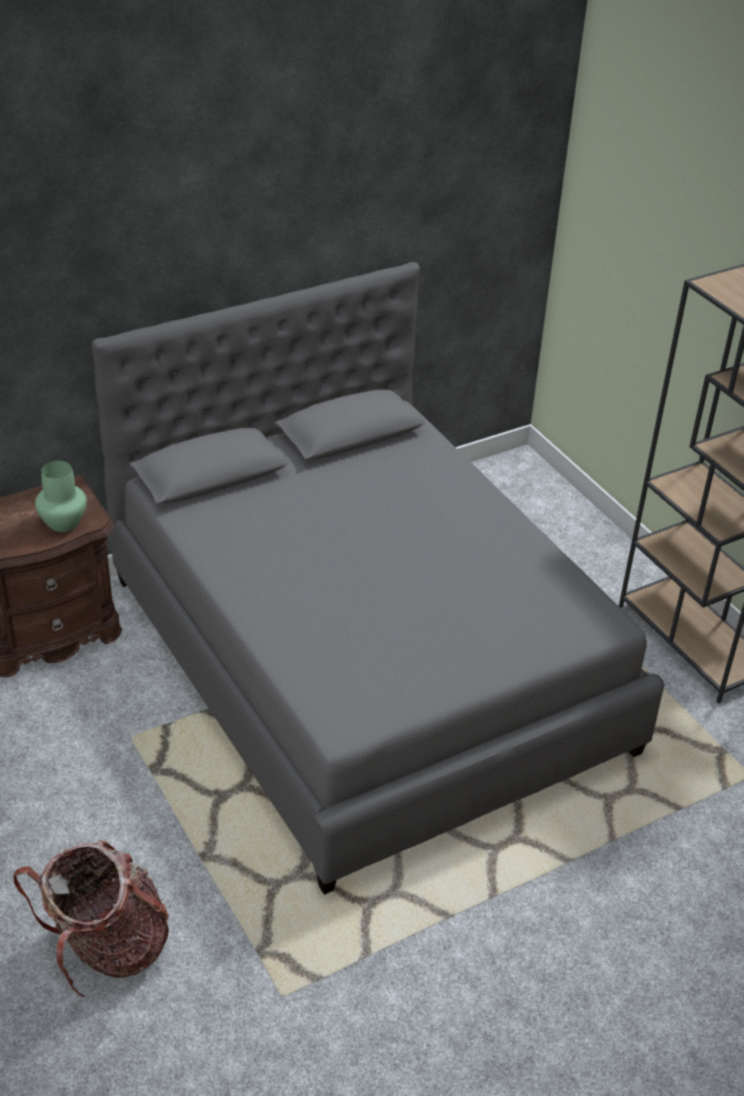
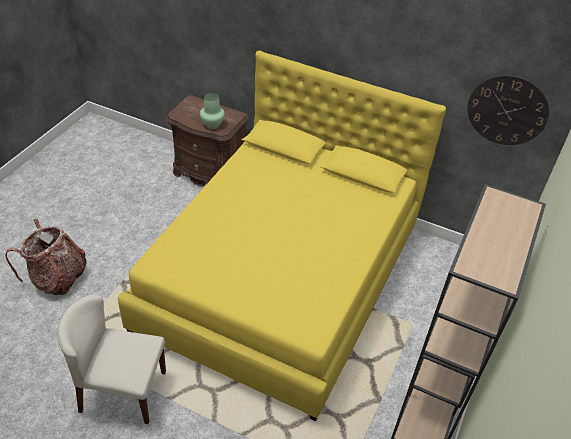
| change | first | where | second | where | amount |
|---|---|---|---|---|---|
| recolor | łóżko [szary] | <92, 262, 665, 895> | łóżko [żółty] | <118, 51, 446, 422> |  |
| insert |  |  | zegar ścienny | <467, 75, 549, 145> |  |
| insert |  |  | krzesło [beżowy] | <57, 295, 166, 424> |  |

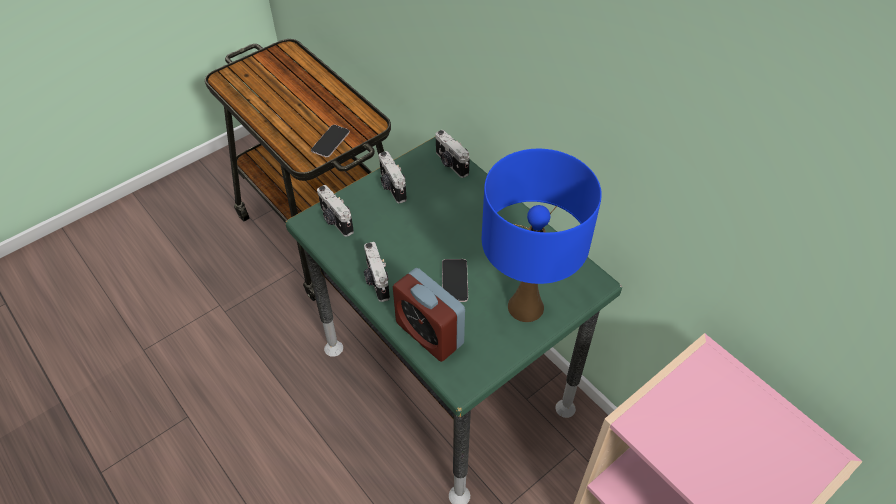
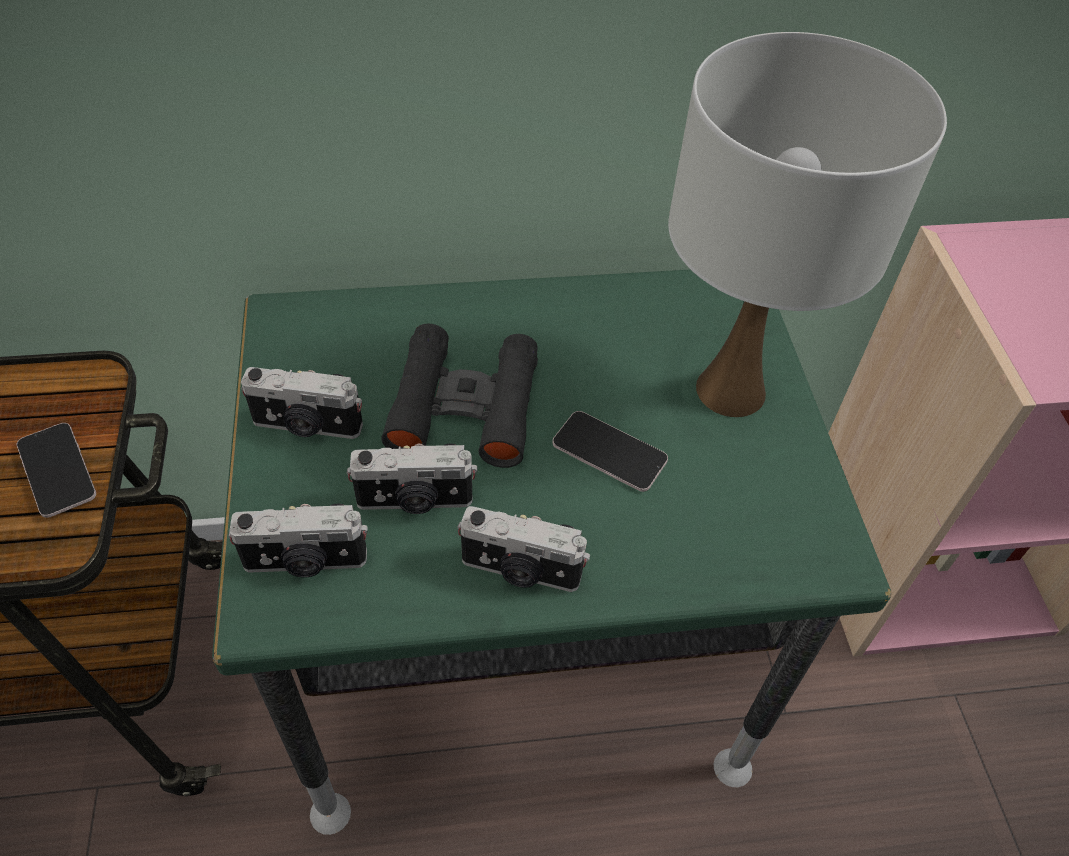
| change | first | where | second | where | amount |
|---|---|---|---|---|---|
| move | aparat fotograficzny | <436, 130, 470, 178> |  | <347, 444, 477, 514> |  |
| recolor | lampa stołowa [niebieski] | <482, 149, 602, 322> | lampa stołowa [biały] | <668, 32, 947, 417> |  |
| delete | budzik | <393, 268, 465, 362> |  |  |  |
| insert |  |  | lornetka [czarny] | <381, 324, 538, 468> |  |

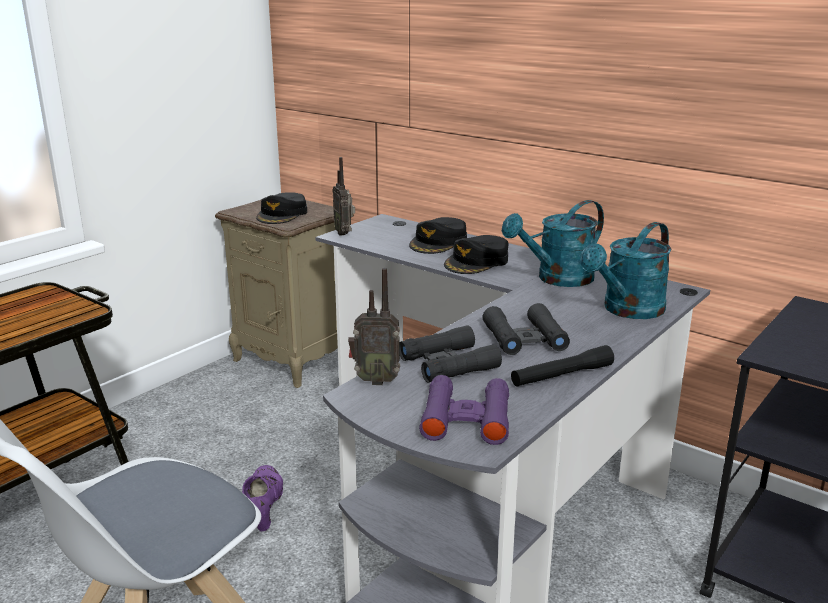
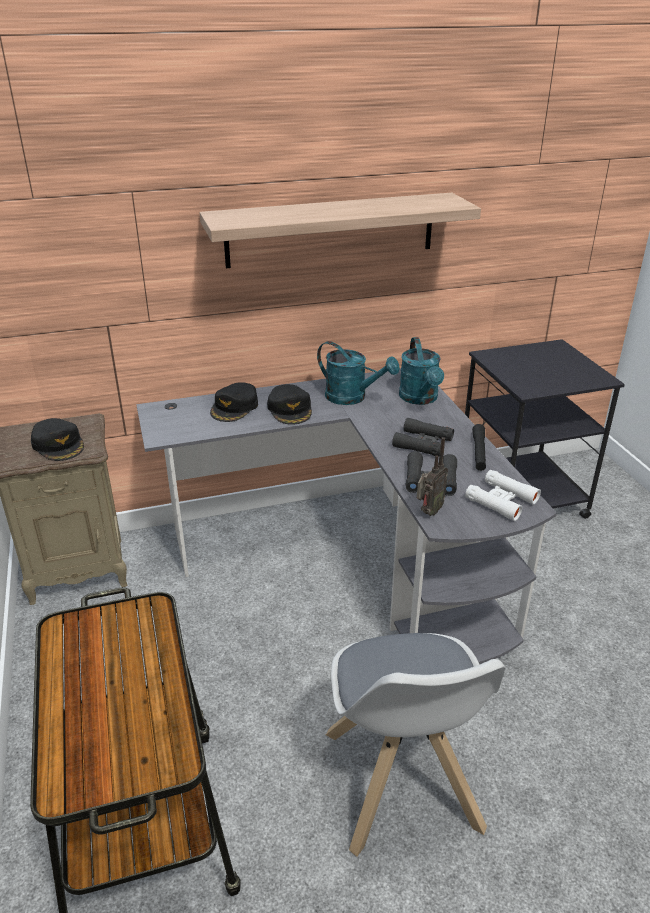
| change | first | where | second | where | amount |
|---|---|---|---|---|---|
| delete | radio | <333, 157, 355, 236> |  |  |  |
| rotate | konewka [turkusowy] | <502, 200, 604, 287> |  | <317, 341, 400, 405> | 60 degrees counterclockwise |
| rotate | czapka z daszkiem [czarny] | <409, 217, 467, 254> |  | <210, 383, 258, 422> | 45 degrees clockwise |
| recolor | lornetka [fioletowy] | <419, 375, 509, 445> | lornetka [biały] | <465, 470, 541, 521> |  |
| delete | but [fioletowy] | <242, 465, 283, 532> |  |  |  |
| insert |  |  | półka | <199, 193, 481, 268> |  |

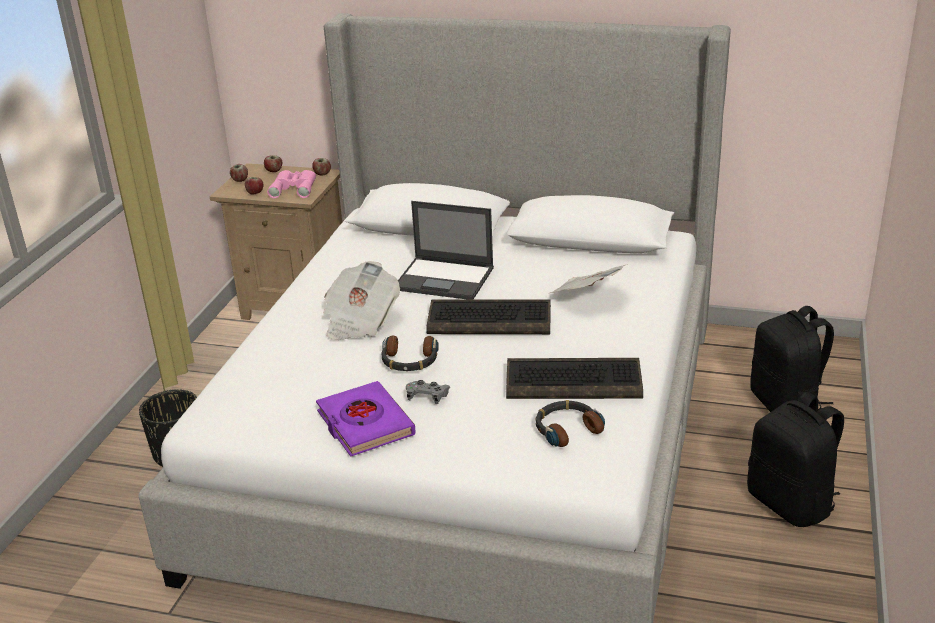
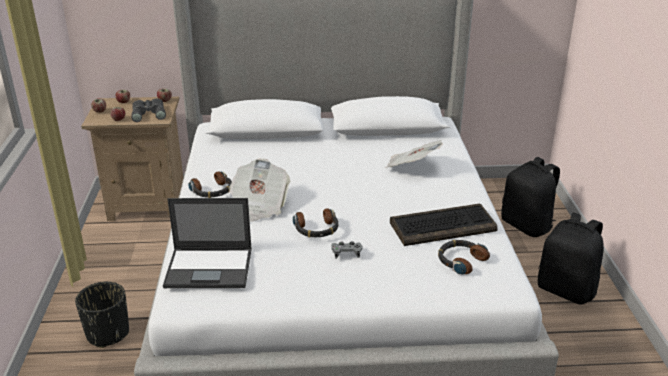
| change | first | where | second | where | amount |
|---|---|---|---|---|---|
| recolor | lornetka [różowy] | <267, 170, 316, 199> | lornetka [szary] | <131, 98, 166, 122> |  |
| move | laptop | <398, 201, 494, 299> |  | <163, 198, 252, 288> |  |
| delete | klawiatura | <426, 299, 551, 334> |  |  |  |
| delete | książka [fioletowy] | <316, 381, 416, 457> |  |  |  |
| insert |  |  | słuchawki | <188, 172, 232, 198> |  |

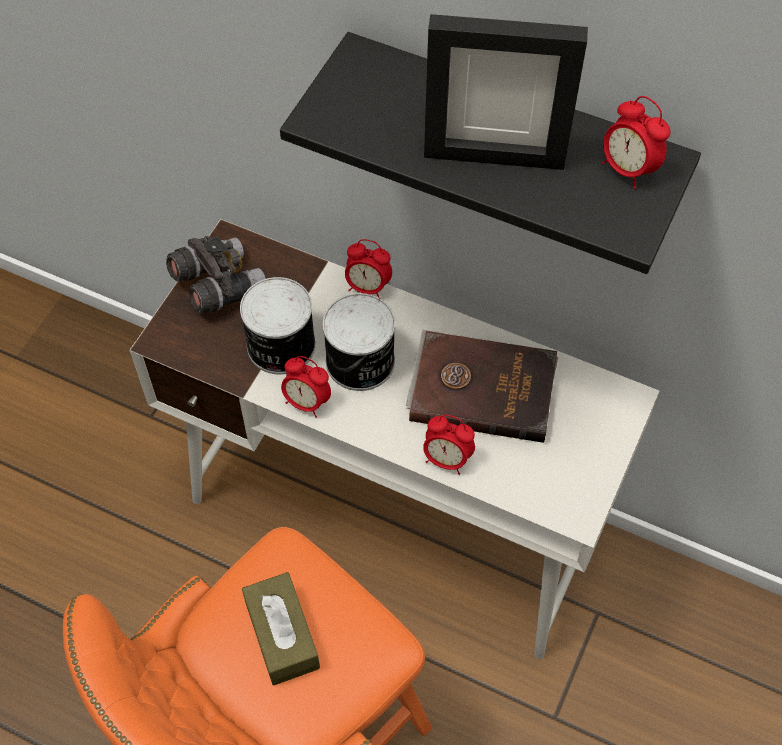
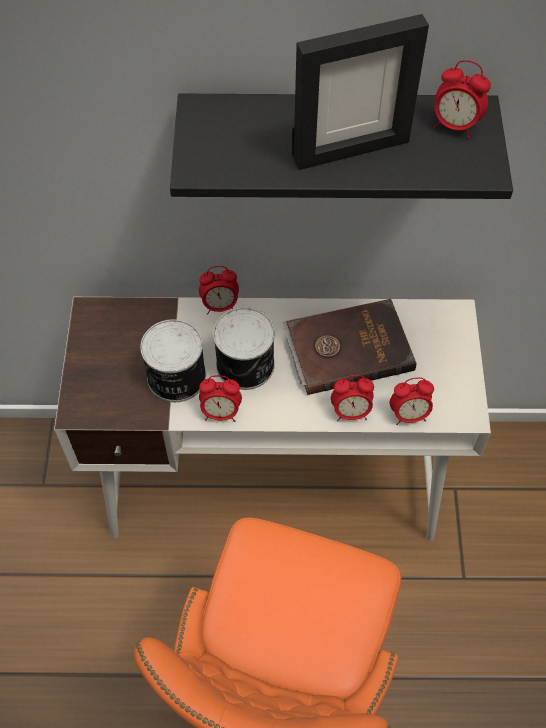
| change | first | where | second | where | amount |
|---|---|---|---|---|---|
| delete | lornetka [szary] | <166, 236, 266, 313> |  |  |  |
| delete | pudełko chusteczek [brązowy] | <242, 572, 320, 685> |  |  |  |
| insert |  |  | budzik | <390, 377, 434, 425> |  |

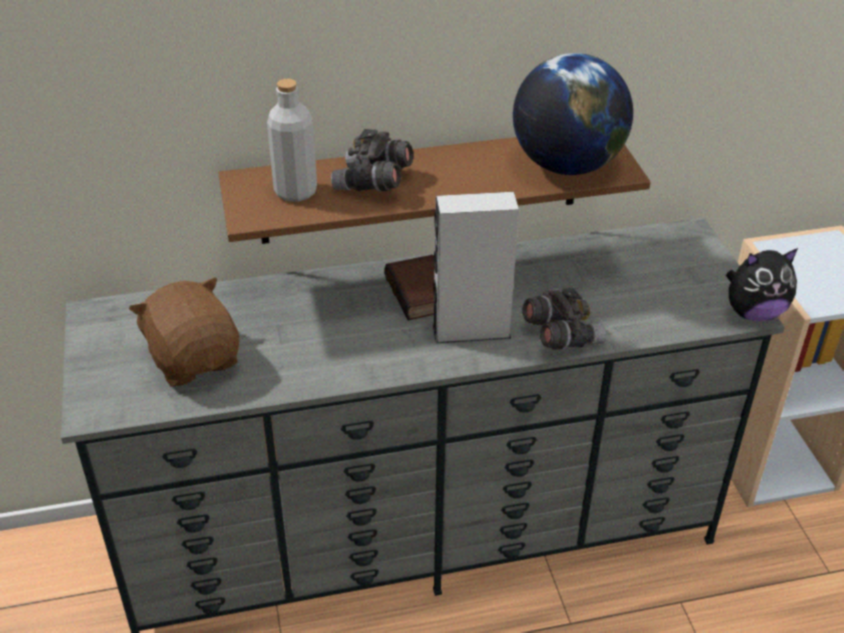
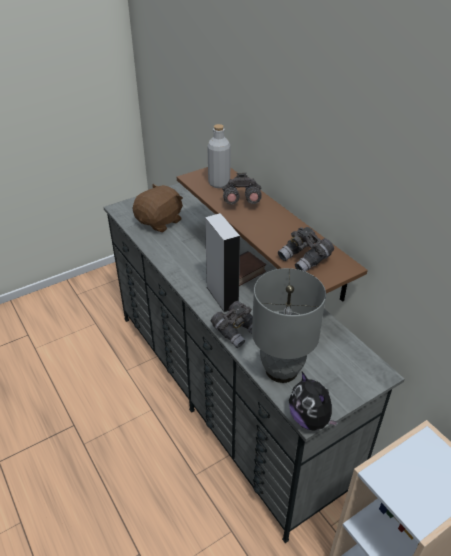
| change | first | where | second | where | amount |
|---|---|---|---|---|---|
| replace | globus | <513, 53, 633, 175> | lornetka [szary] | <278, 227, 334, 272> |  |
| insert |  |  | lampa stołowa [szary] | <252, 268, 326, 383> |  |

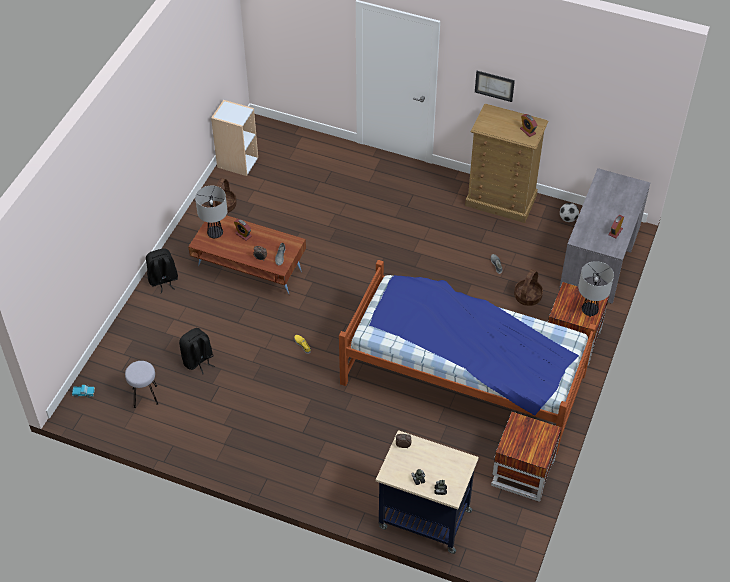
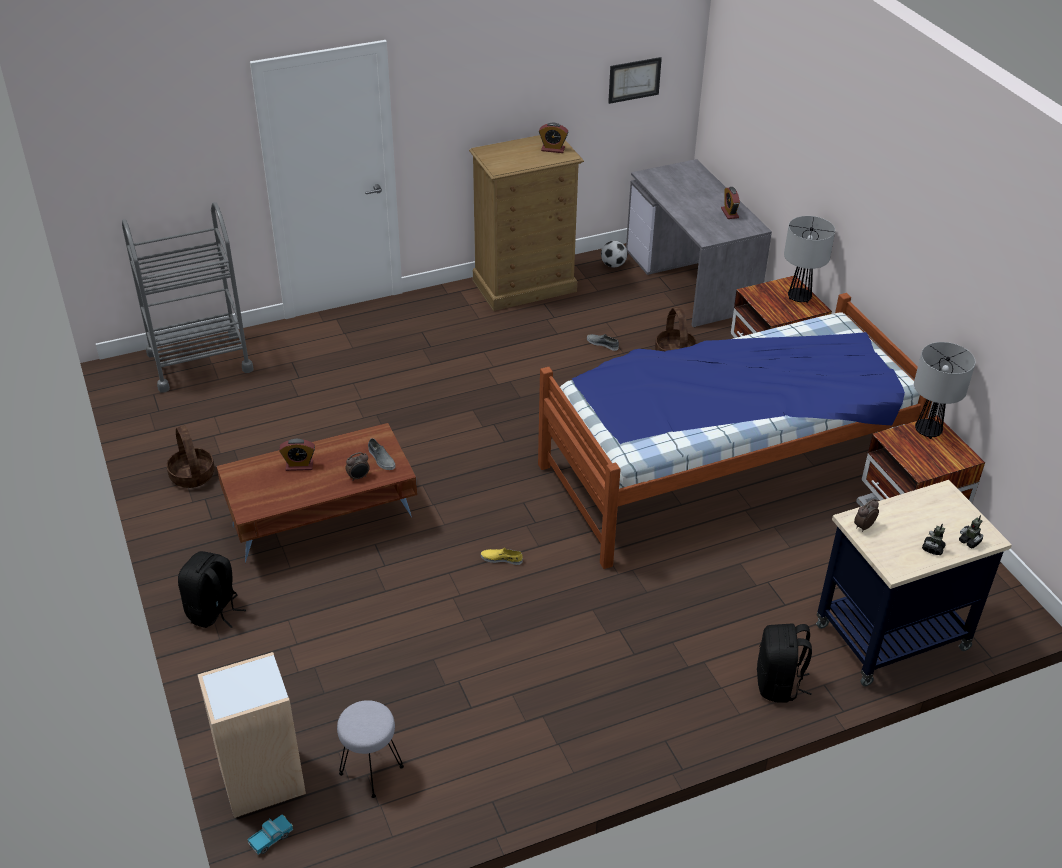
| change | first | where | second | where | amount |
|---|---|---|---|---|---|
| move | obraz | <475, 71, 515, 102> |  | <608, 57, 662, 104> |  |
| move | regał | <211, 100, 258, 176> |  | <198, 652, 306, 818> |  |
| move | lampa stołowa | <195, 186, 227, 238> |  | <914, 342, 975, 439> |  |
| move | plecak [czarny] | <179, 328, 215, 374> |  | <757, 623, 812, 703> |  |
| insert |  |  | wózek [szary] | <122, 202, 254, 393> |  |

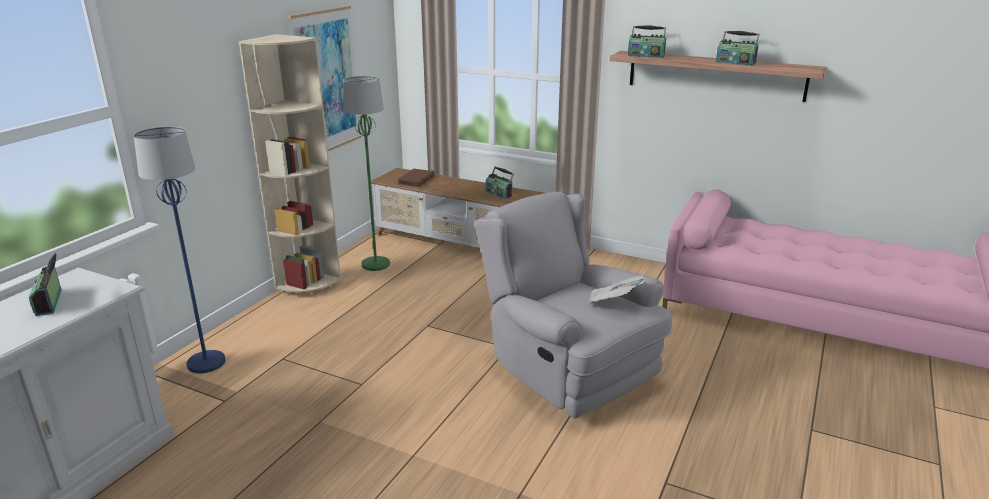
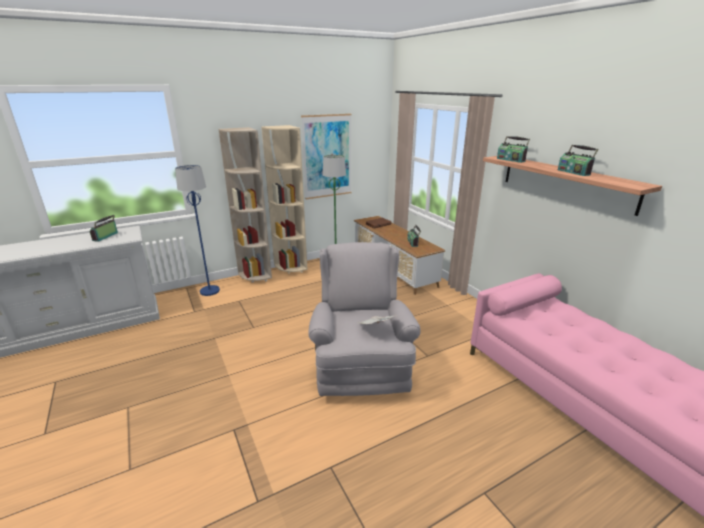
| change | first | where | second | where | amount |
|---|---|---|---|---|---|
| insert |  |  | regał [beżowy] | <218, 127, 272, 282> |  |

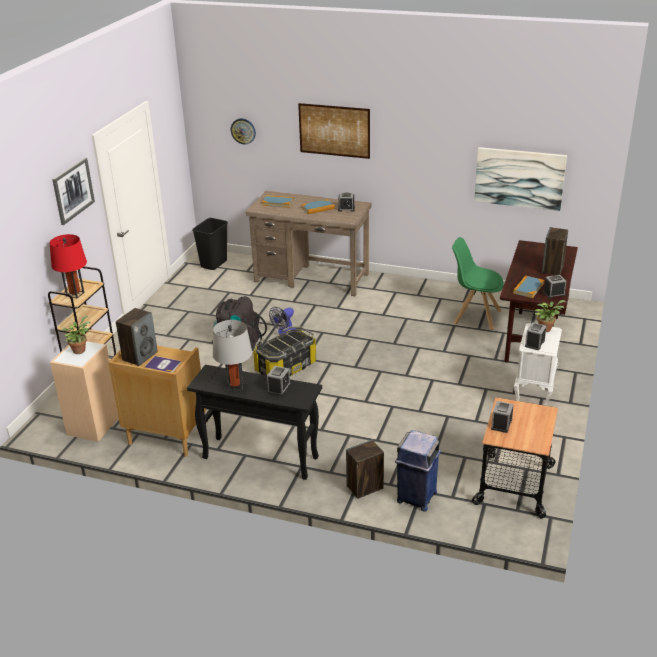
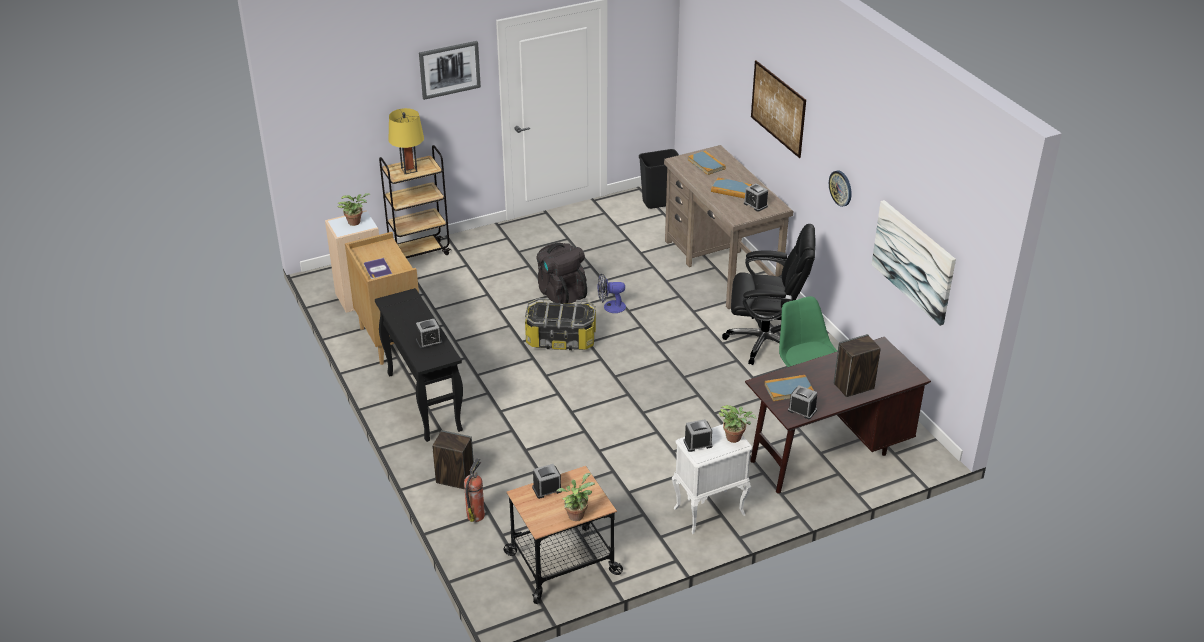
| change | first | where | second | where | amount |
|---|---|---|---|---|---|
| move | zegar ścienny | <231, 118, 256, 144> |  | <829, 170, 852, 207> |  |
| recolor | lampa stołowa [czerwony] | <50, 234, 87, 298> | lampa stołowa [żółty] | <388, 108, 424, 174> |  |
| delete | głośnik | <116, 308, 158, 366> |  |  |  |
| delete | lampa stołowa [szary] | <213, 320, 252, 391> |  |  |  |
| replace | kosz na śmieci [niebieski] | <395, 430, 441, 512> | gaśnica | <464, 458, 485, 522> |  |
| insert |  |  | krzesło biurowe [czarny] | <722, 224, 815, 365> |  |
| insert |  |  | roślina doniczkowa | <557, 473, 595, 521> |  |

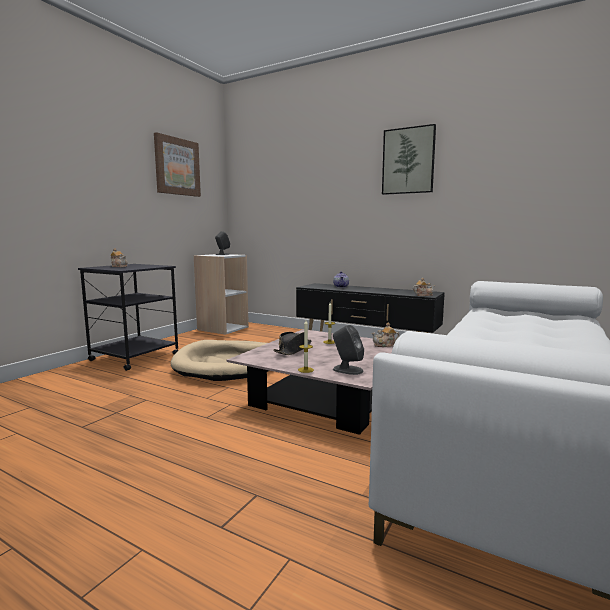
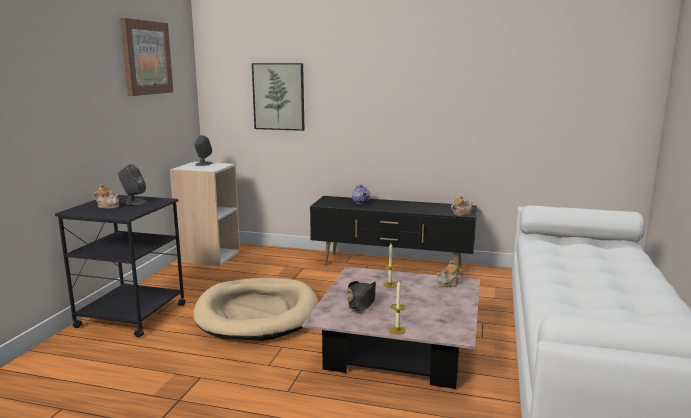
| change | first | where | second | where | amount |
|---|---|---|---|---|---|
| move | obraz | <382, 124, 436, 195> |  | <252, 63, 304, 131> |  |
| move | głośnik [szary] | <333, 324, 364, 375> |  | <118, 164, 147, 205> |  |

